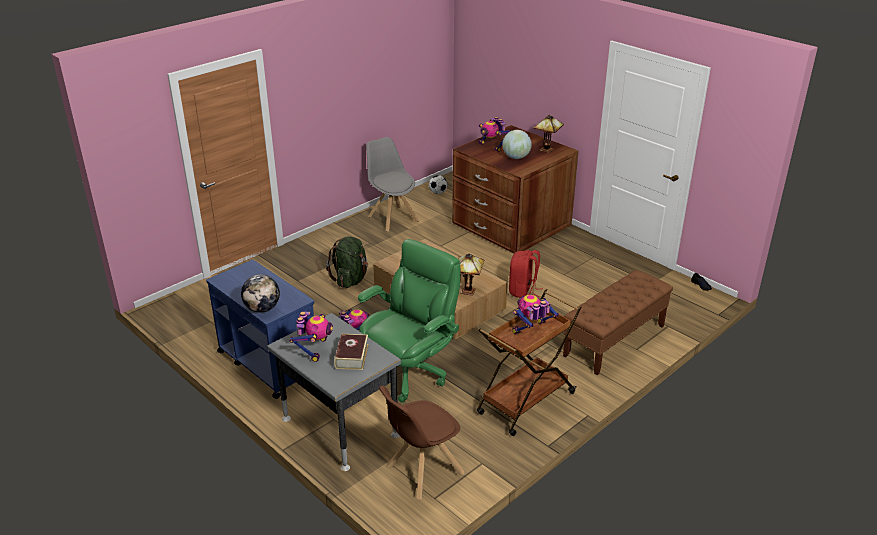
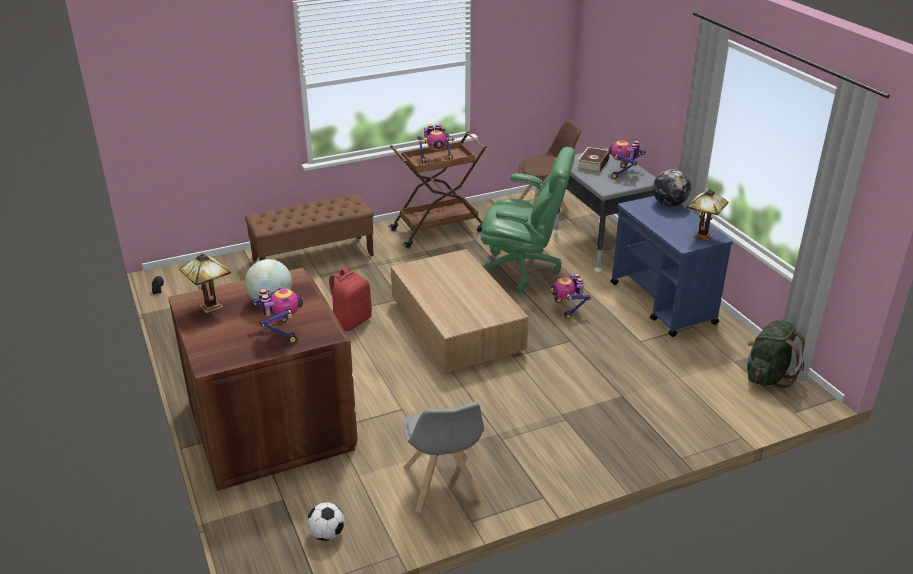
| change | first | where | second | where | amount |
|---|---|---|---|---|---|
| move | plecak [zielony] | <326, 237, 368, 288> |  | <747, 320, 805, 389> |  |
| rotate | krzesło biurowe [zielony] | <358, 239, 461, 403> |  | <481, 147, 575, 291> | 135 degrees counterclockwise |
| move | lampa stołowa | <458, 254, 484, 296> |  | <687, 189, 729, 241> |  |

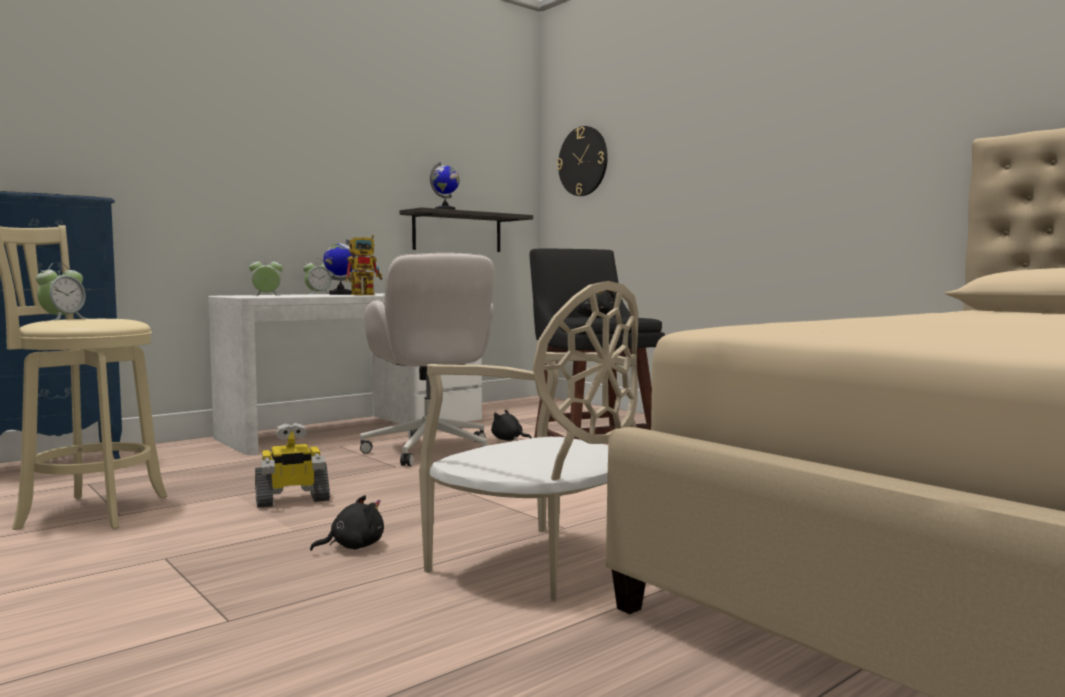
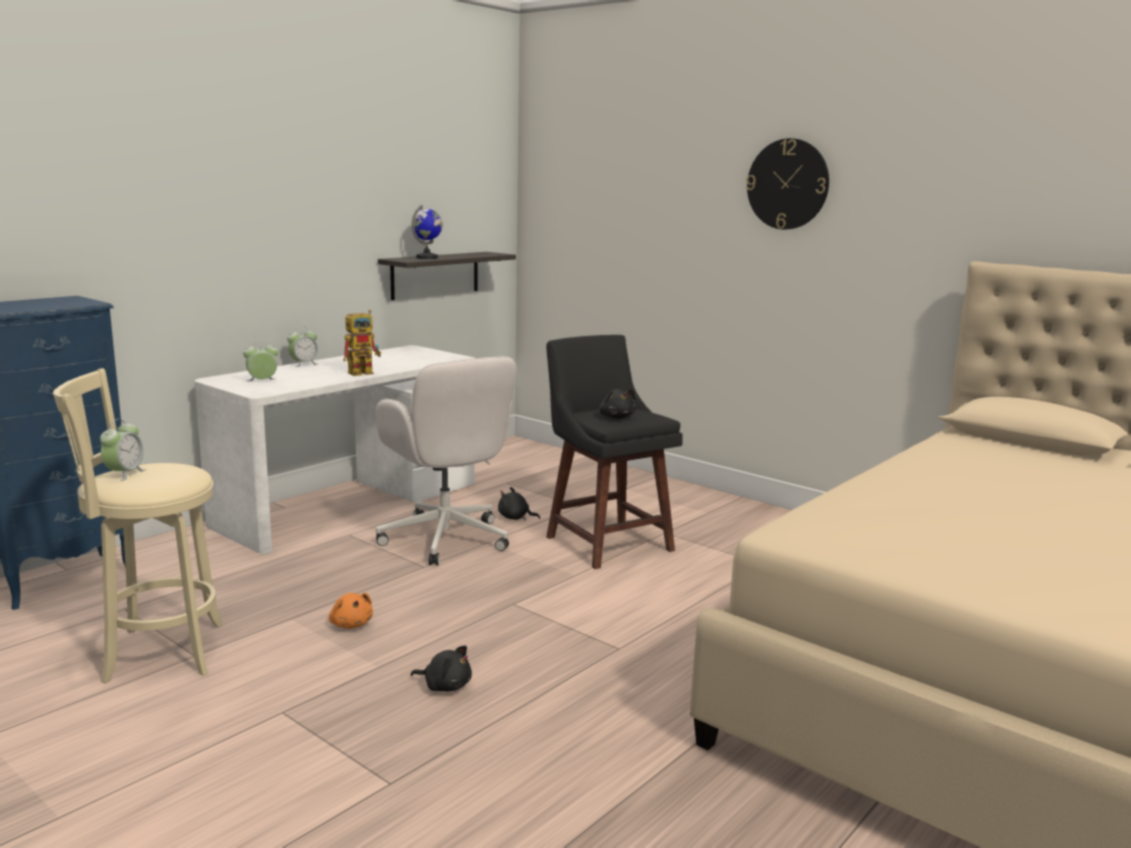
| change | first | where | second | where | amount |
|---|---|---|---|---|---|
| move | zegar ścienny | <557, 126, 608, 196> |  | <746, 138, 829, 230> |  |
| delete | globus | <323, 239, 358, 295> |  |  |  |
| delete | krzesło [beżowy] | <419, 281, 638, 601> |  |  |  |
| replace | robot zabawkowy | <255, 423, 330, 508> | pluszak [pomarańczowy] | <329, 593, 373, 629> |  |
| rotate | pluszak [czarny] | <310, 495, 384, 551> |  | <411, 645, 472, 692> | 60 degrees clockwise |

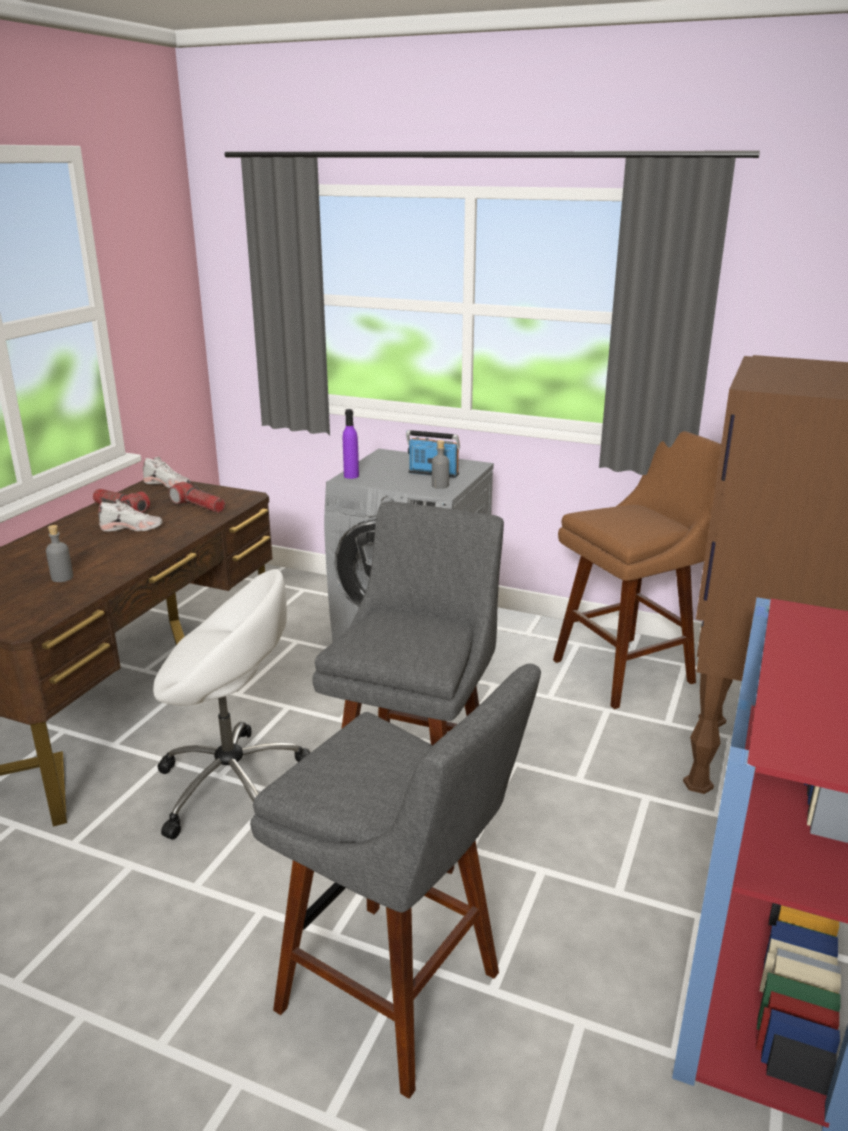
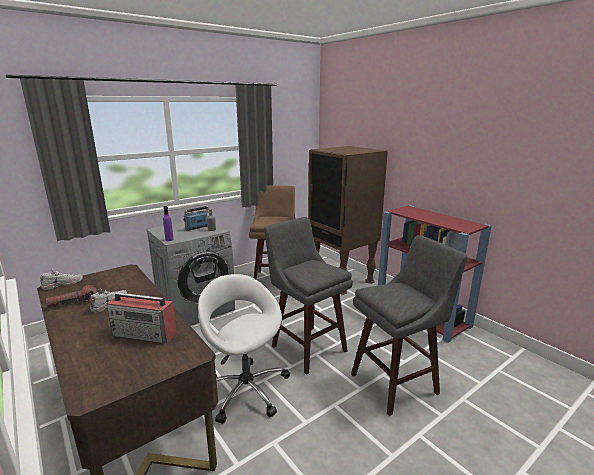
| change | first | where | second | where | amount |
|---|---|---|---|---|---|
| delete | latarka | <169, 480, 225, 513> |  |  |  |
| replace | butelka [szary] | <46, 525, 73, 582> | radio | <107, 292, 177, 343> |  |
| rotate | krzesło biurowe [biały] | <153, 569, 310, 839> |  | <198, 274, 290, 424> | 90 degrees counterclockwise |

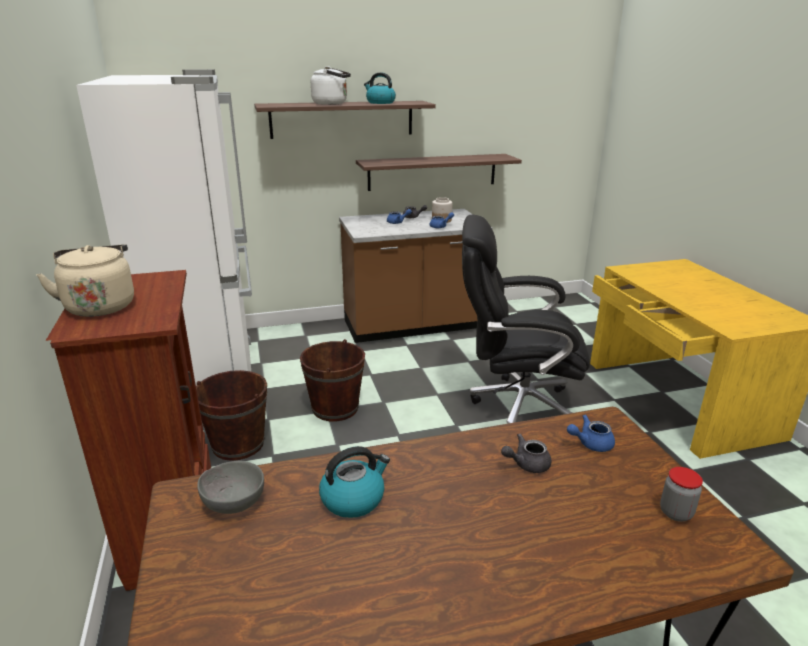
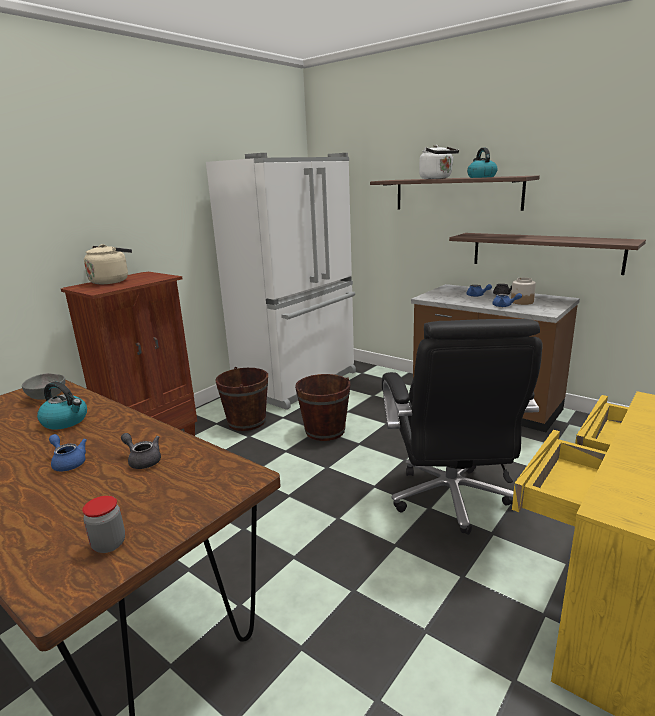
| change | first | where | second | where | amount |
|---|---|---|---|---|---|
| rotate | krzesło biurowe [czarny] | <462, 214, 590, 424> |  | <382, 319, 543, 535> | 150 degrees counterclockwise |
| move | imbryk [niebieski] | <567, 415, 615, 452> |  | <49, 434, 87, 471> |  |

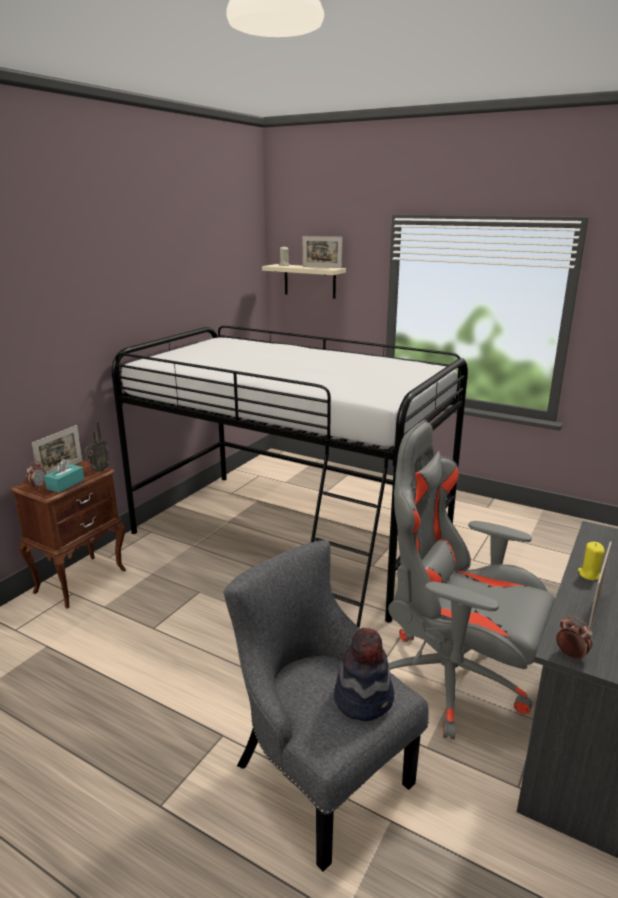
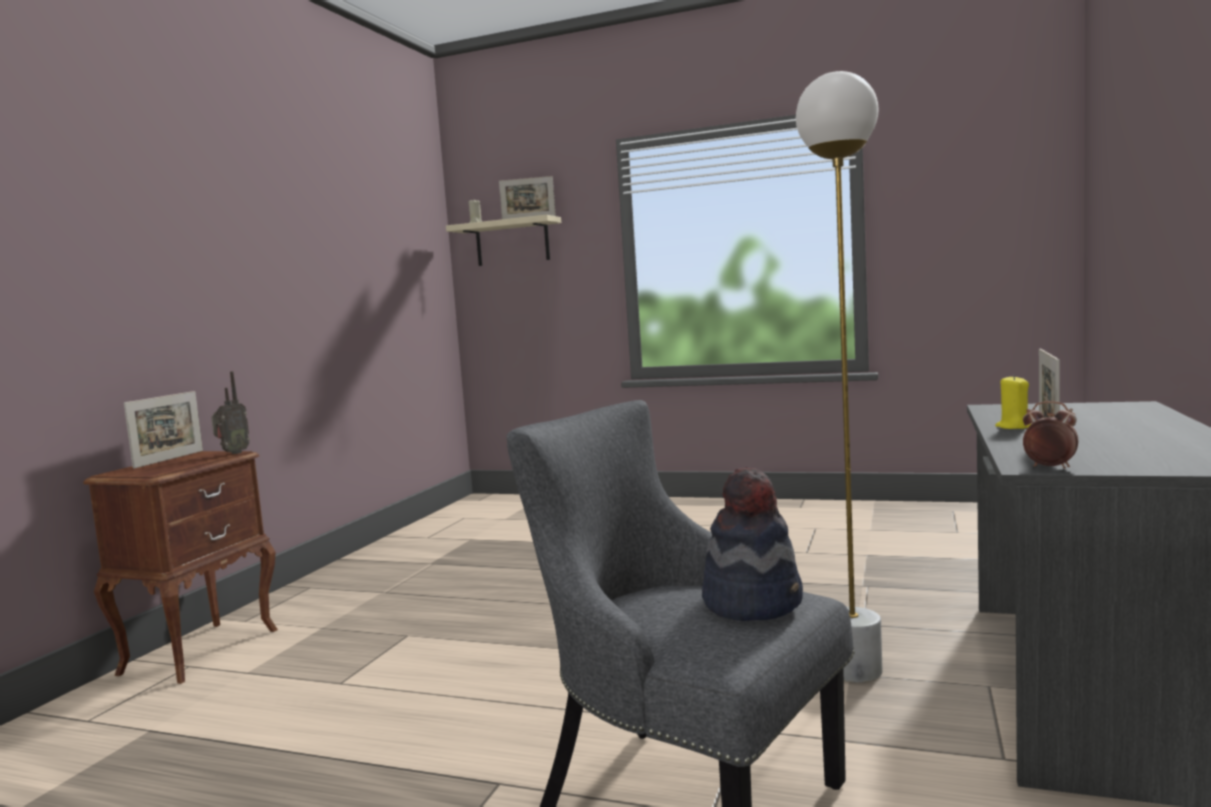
| change | first | where | second | where | amount |
|---|---|---|---|---|---|
| delete | łóżko [czarny] | <112, 326, 468, 628> |  |  |  |
| replace | krzesło biurowe [szary] | <388, 420, 555, 739> | lampa stojąca [biały] | <796, 71, 883, 683> |  |
| delete | pudełko chusteczek [turkusowy] | <44, 459, 84, 493> |  |  |  |
| delete | budzik | <26, 461, 46, 489> |  |  |  |

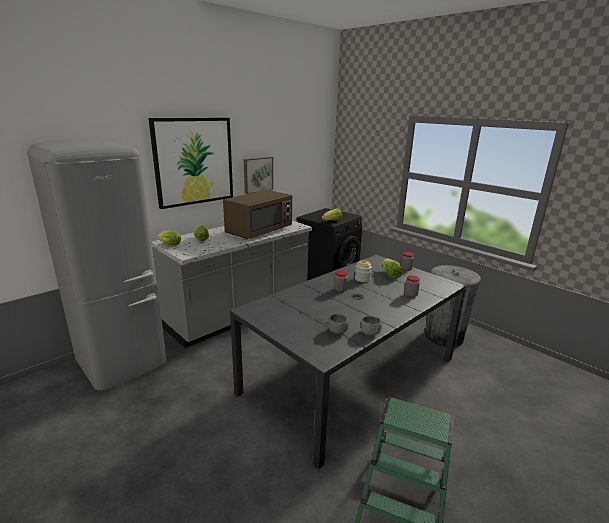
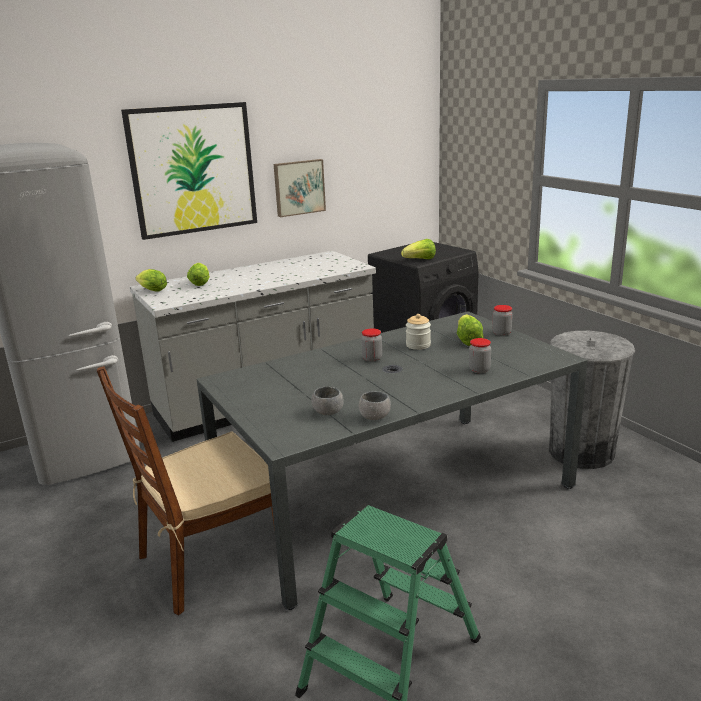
| change | first | where | second | where | amount |
|---|---|---|---|---|---|
| delete | mikrofalówka [brązowy] | <223, 190, 292, 239> |  |  |  |
| insert |  |  | krzesło [brązowy] | <97, 366, 275, 616> |  |

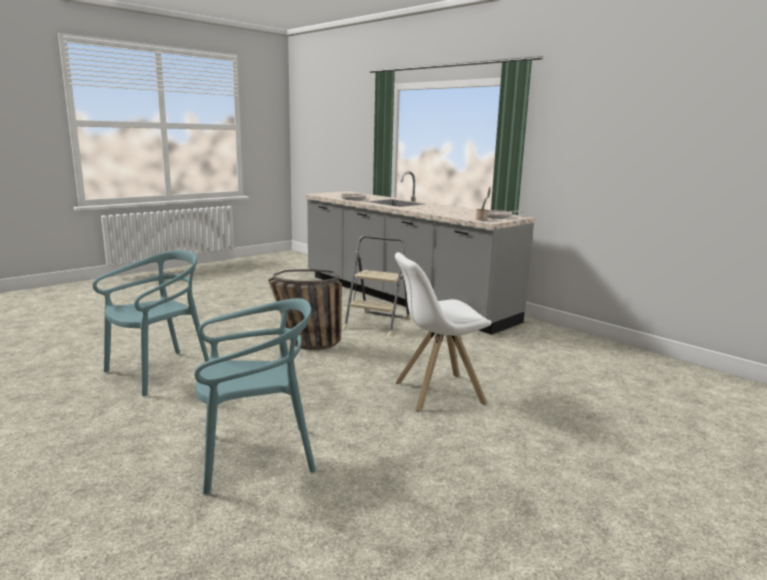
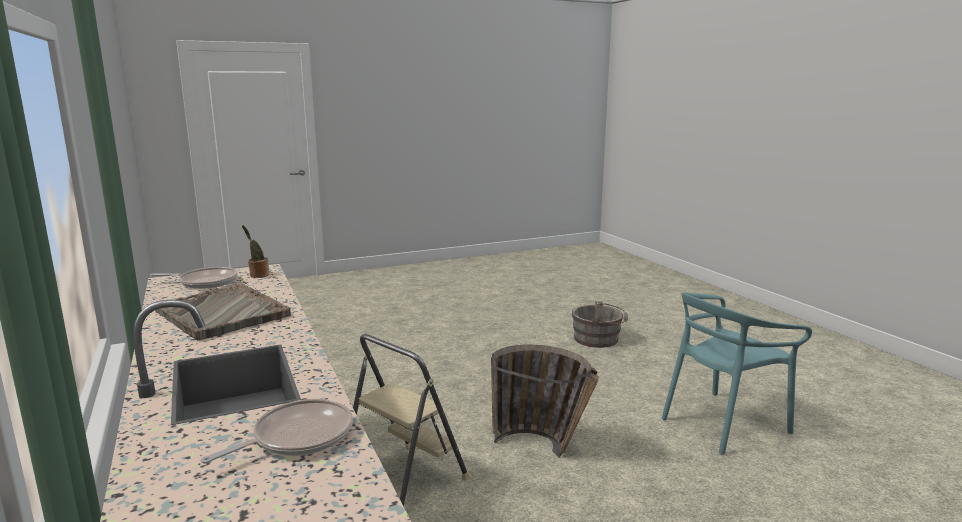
| change | first | where | second | where | amount |
|---|---|---|---|---|---|
| delete | krzesło [biały] | <395, 252, 492, 412> |  |  |  |
| replace | krzesło [turkusowy] | <194, 298, 316, 494> | wiadro [szary] | <572, 301, 628, 348> |  |
| insert |  |  | taca [szary] | <155, 284, 291, 340> |  |

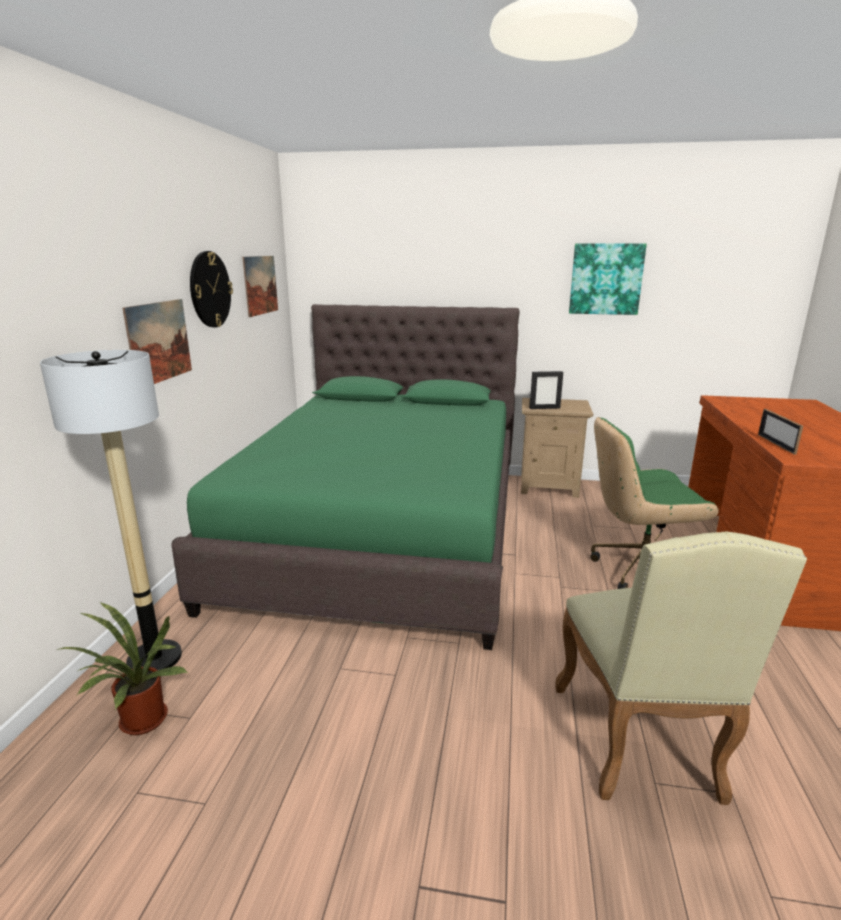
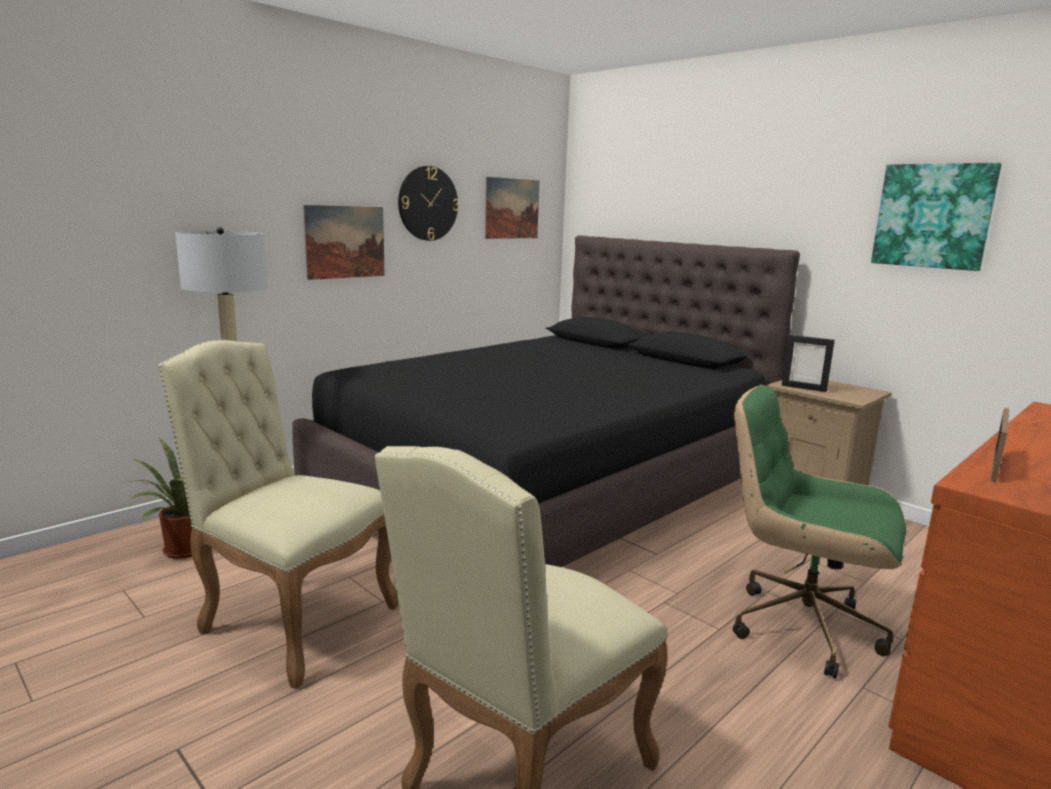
| change | first | where | second | where | amount |
|---|---|---|---|---|---|
| recolor | łóżko [zielony] | <171, 304, 520, 650> | łóżko [czarny] | <292, 235, 800, 567> |  |
| insert |  |  | krzesło [beżowy] | <159, 340, 399, 689> |  |

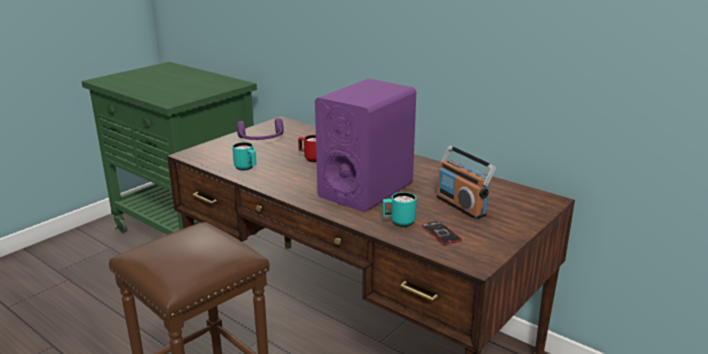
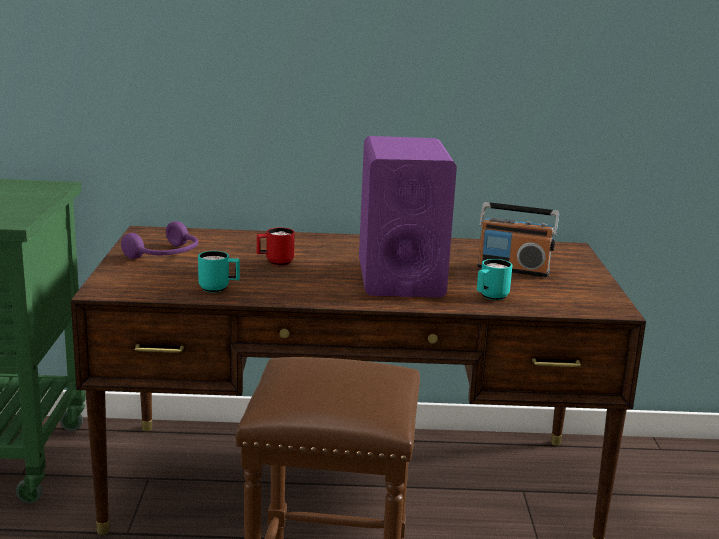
| change | first | where | second | where | amount |
|---|---|---|---|---|---|
| delete | telefon | <422, 221, 462, 245> |  |  |  |

